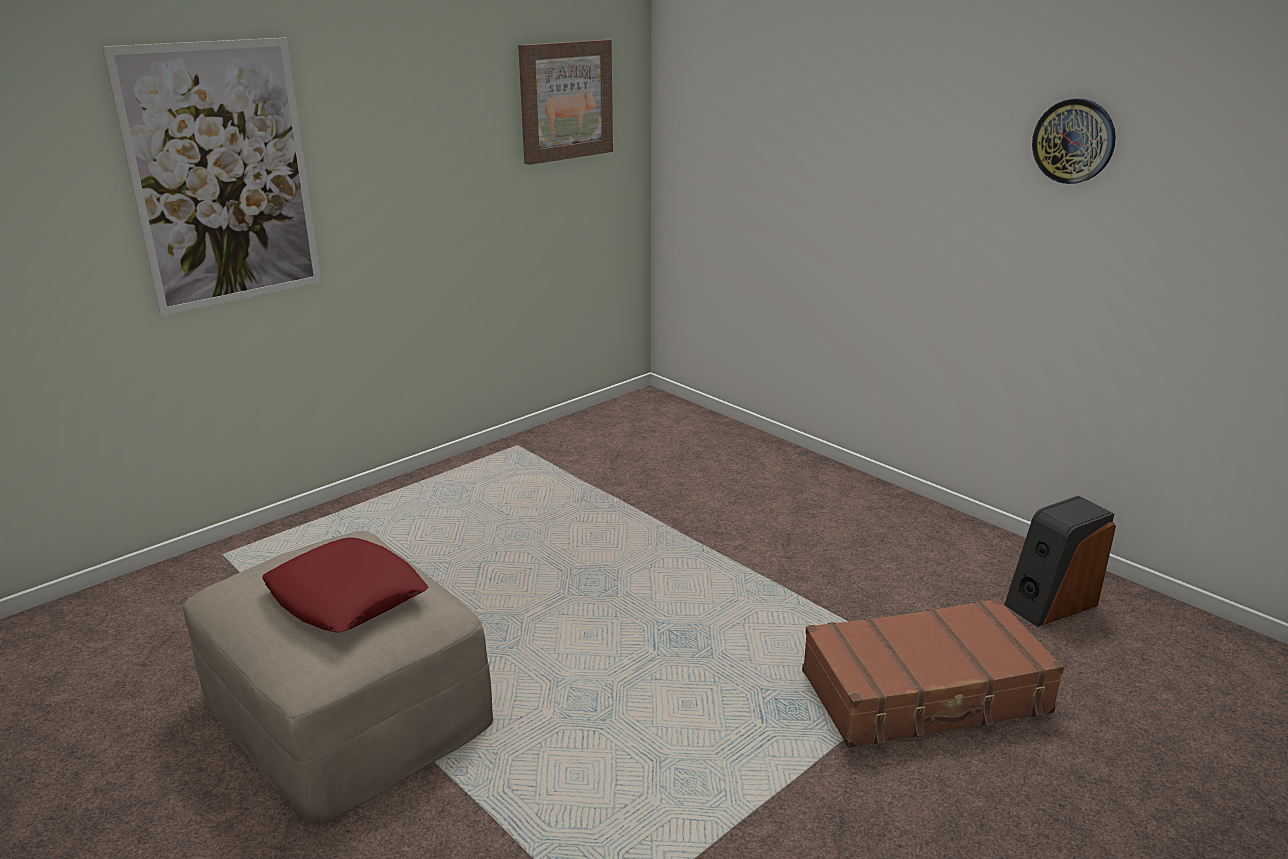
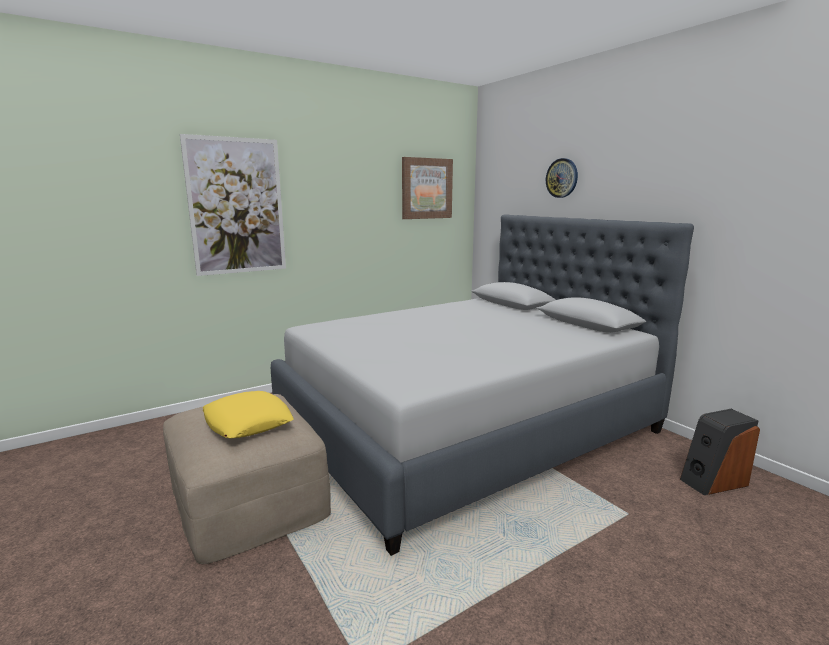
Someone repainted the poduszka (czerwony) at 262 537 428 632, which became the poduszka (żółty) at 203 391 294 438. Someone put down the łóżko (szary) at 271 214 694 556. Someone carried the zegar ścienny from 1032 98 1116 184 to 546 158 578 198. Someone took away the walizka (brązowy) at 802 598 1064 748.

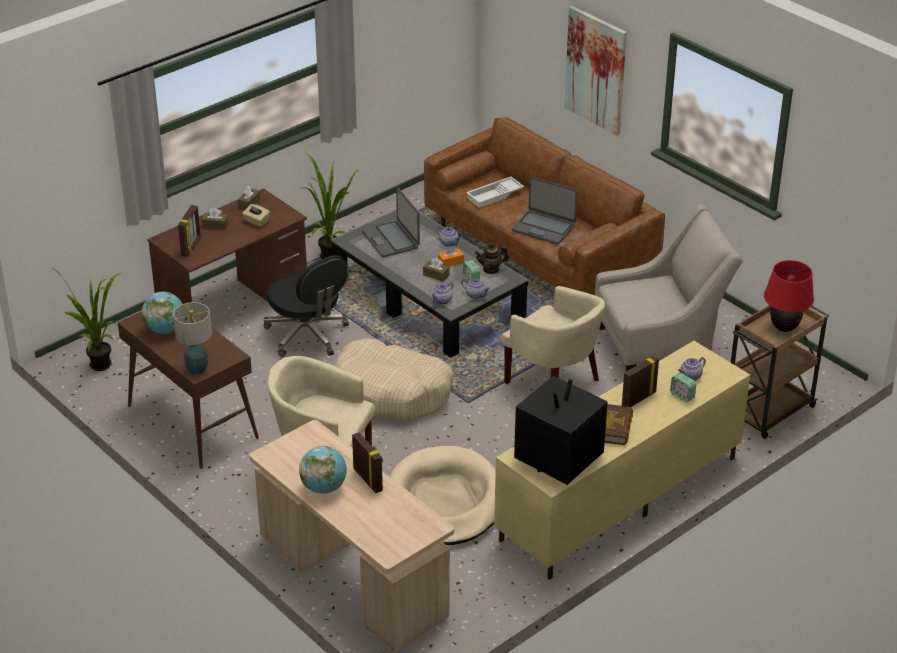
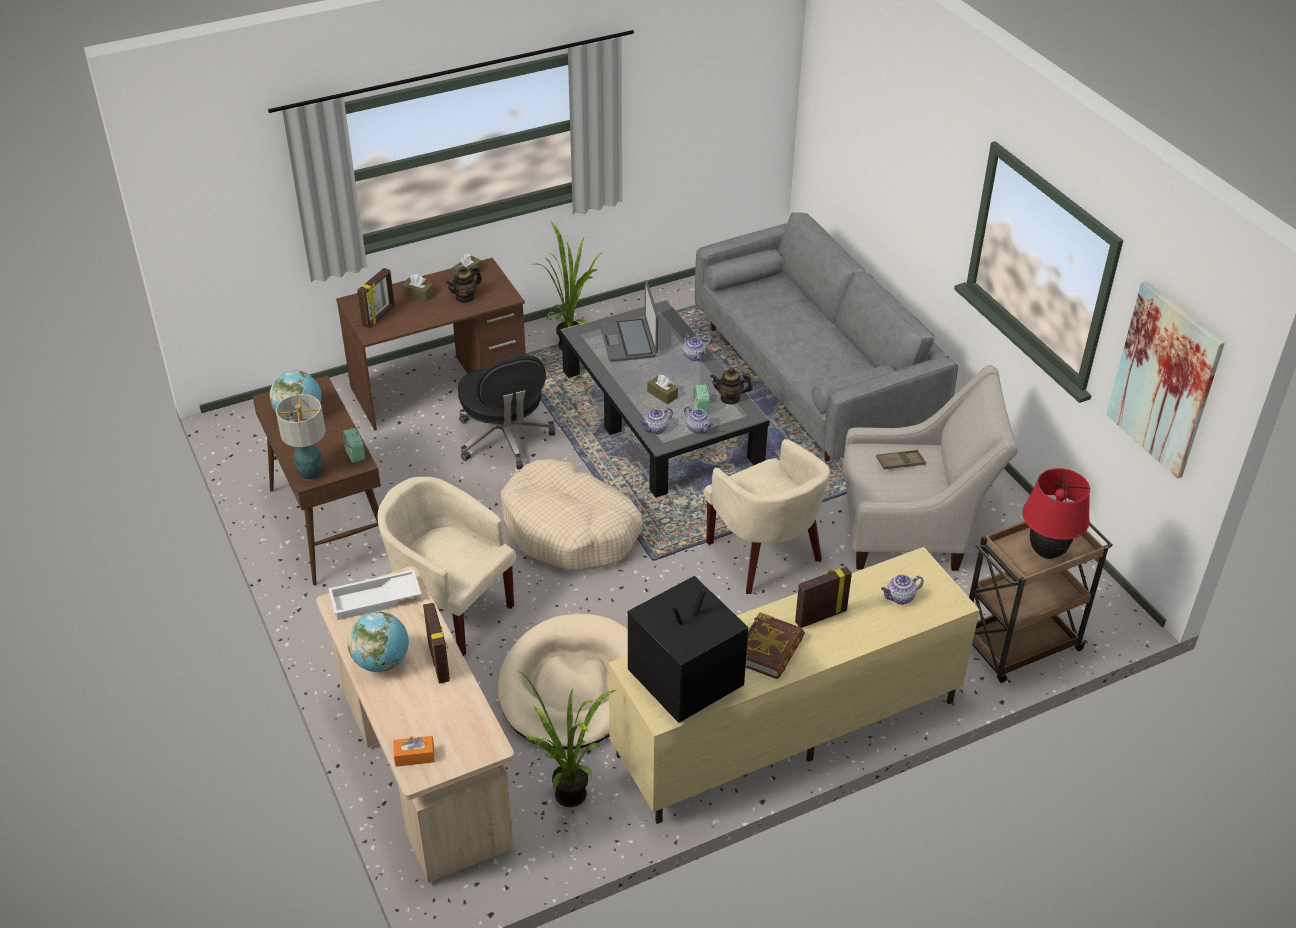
Someone carried the taca (biały) from 466 177 524 208 to 328 570 421 620. Someone carried the budzik from 670 373 696 402 to 342 428 365 463. Someone carried the pudełko chusteczek (pomarańczowy) from 438 246 464 267 to 393 736 435 767. Someone swapped the pudełko chusteczek (beżowy) at 242 204 270 227 for the imbryk at 446 265 482 303. Someone carried the roślina doniczkowa from 54 269 120 371 to 518 671 616 807. Someone repainted the kanapa (brązowy) at 424 117 665 295, which became the kanapa (szary) at 695 212 958 462. Someone put down the taca (brązowy) at 876 450 926 469. Someone carried the obraz from 564 6 627 135 to 1106 281 1225 479. Someone took away the laptop at 512 177 577 245.

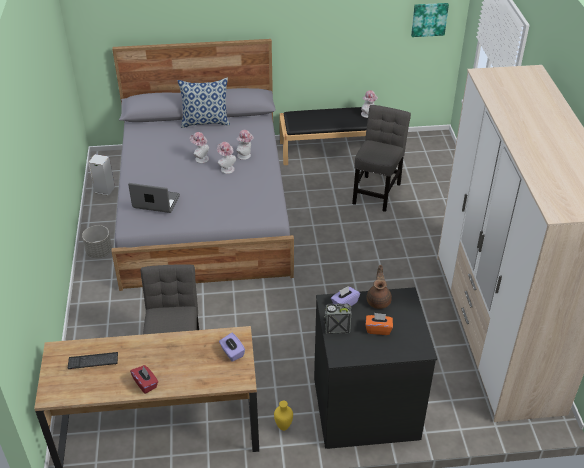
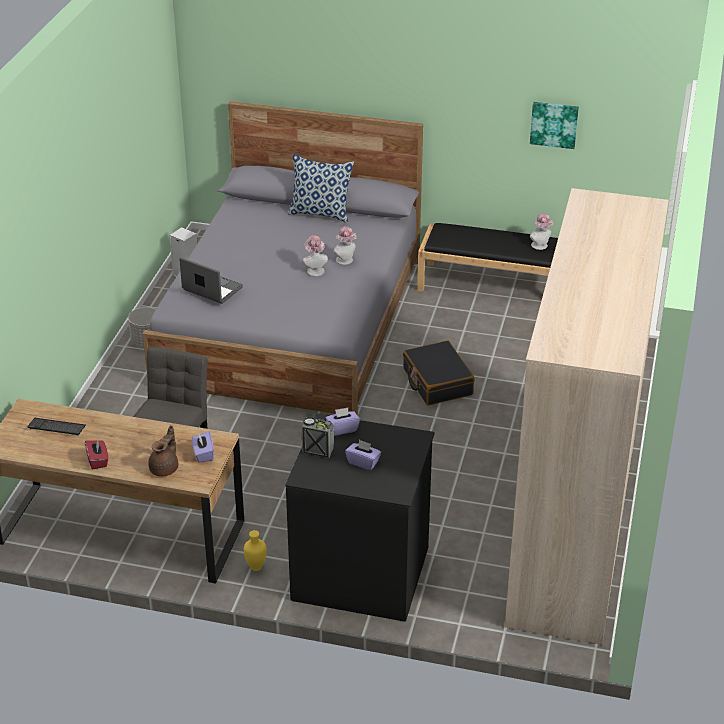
Someone carried the imbryk (brązowy) from 367 265 392 309 to 148 425 178 476. Someone repainted the pudełko chusteczek (pomarańczowy) at 365 313 393 335, which became the pudełko chusteczek (fioletowy) at 345 440 381 470. Someone put down the walizka (czarny) at 403 341 474 405. Someone carried the obraz from 411 3 449 37 to 530 102 579 149. Someone took away the kapelusz at 190 132 209 163. Someone took away the krzesło (szary) at 352 105 411 212.

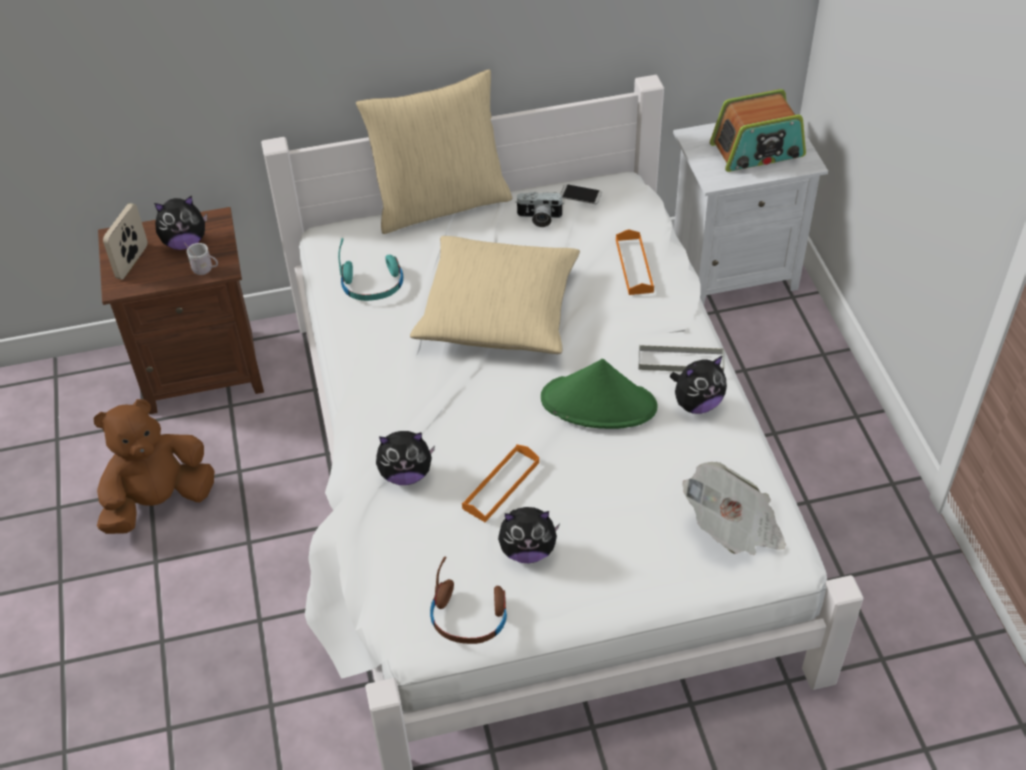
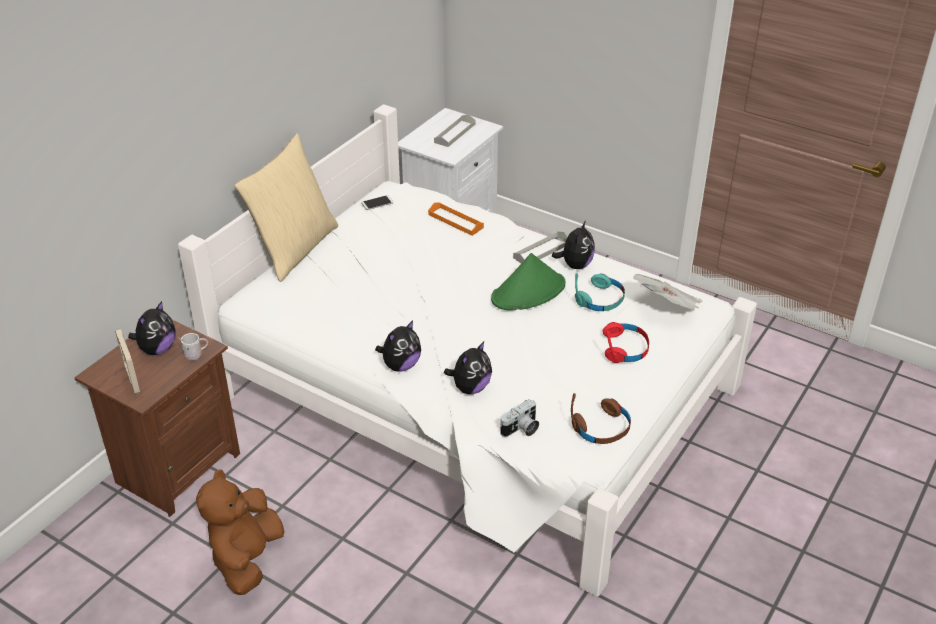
Someone carried the pluszak from 498 507 560 563 to 375 320 421 372. Someone swapped the radio at 710 89 806 172 for the taca (szary) at 434 114 475 147. Someone carried the aparat fotograficzny from 515 192 563 227 to 500 399 539 437. Someone carried the słuchawki (turkusowy) from 338 238 403 301 to 575 273 625 311. Someone put down the słuchawki (czerwony) at 603 322 649 363. Someone took away the poduszka (beżowy) at 410 236 580 354. Someone took away the taca (pomarańczowy) at 462 444 539 522.

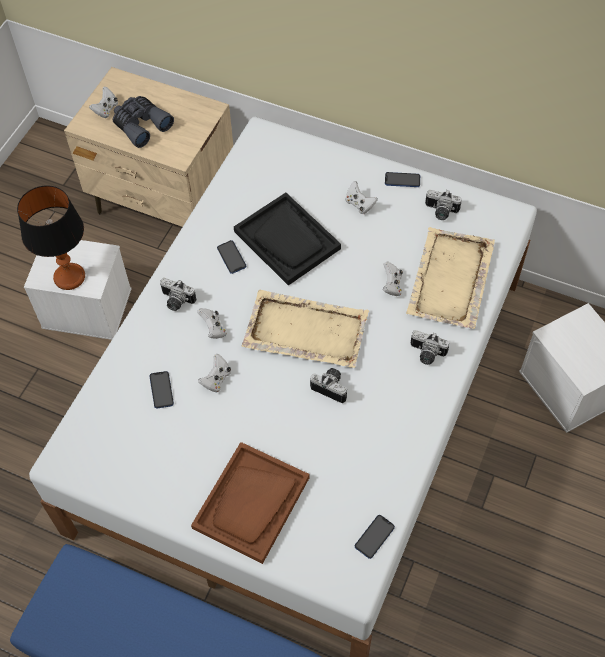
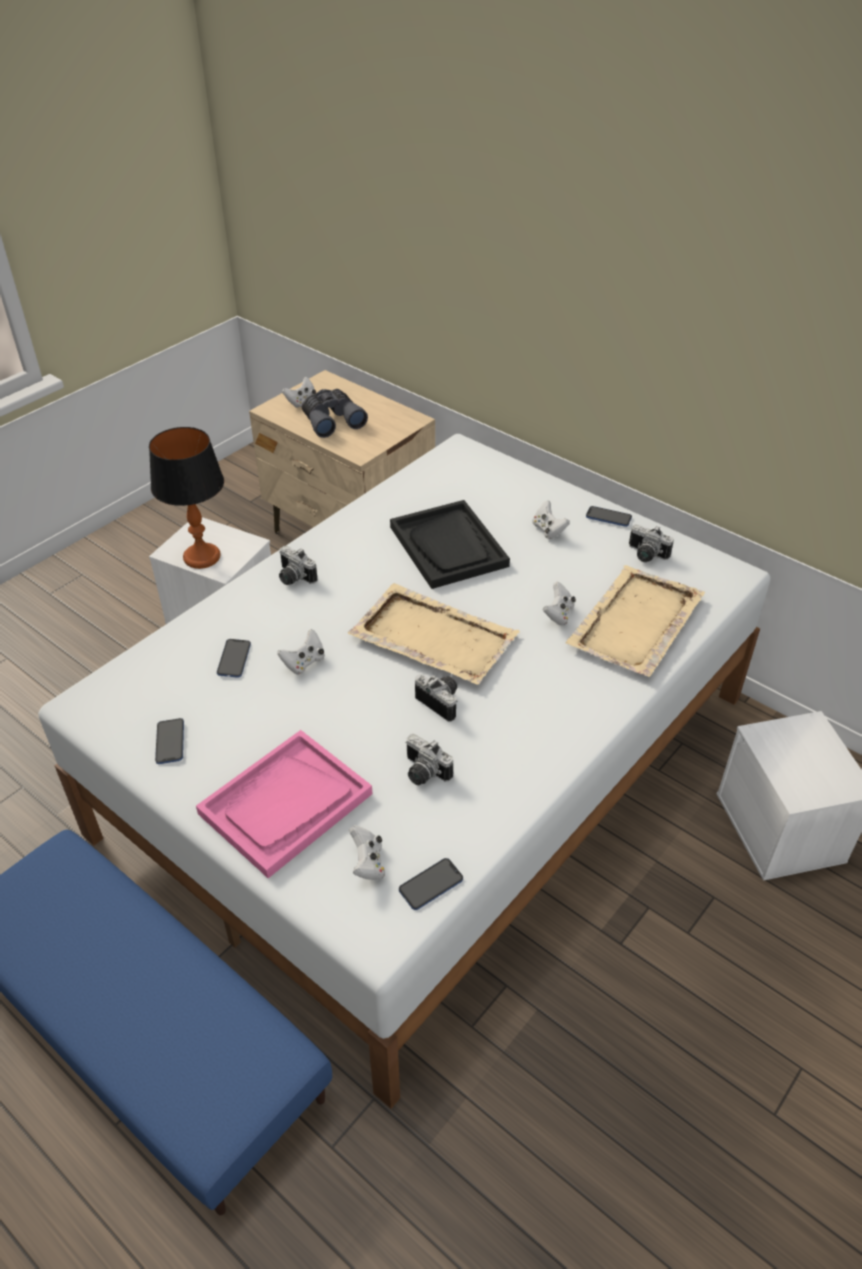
Someone carried the telefon from 217 240 246 274 to 155 718 184 764. Someone repainted the taca (brązowy) at 191 442 310 564, which became the taca (różowy) at 196 730 373 878. Someone carried the pad do gier (biały) from 197 308 227 339 to 349 825 385 880. Someone carried the aparat fotograficzny from 410 330 449 365 to 405 734 453 785.

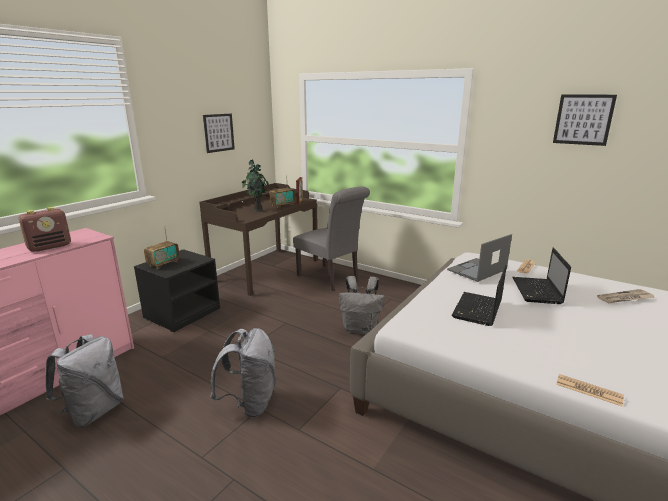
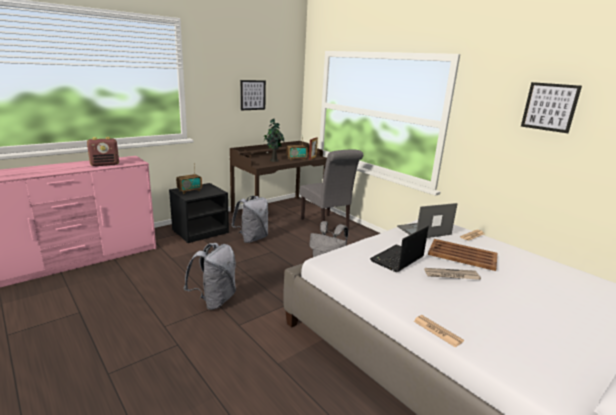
Someone carried the plecak (szary) from 46 334 124 428 to 231 196 268 243. Someone carried the gazeta from 597 289 654 303 to 424 268 481 280. Someone swapped the laptop at 512 248 571 304 for the taca (brązowy) at 428 239 497 271.

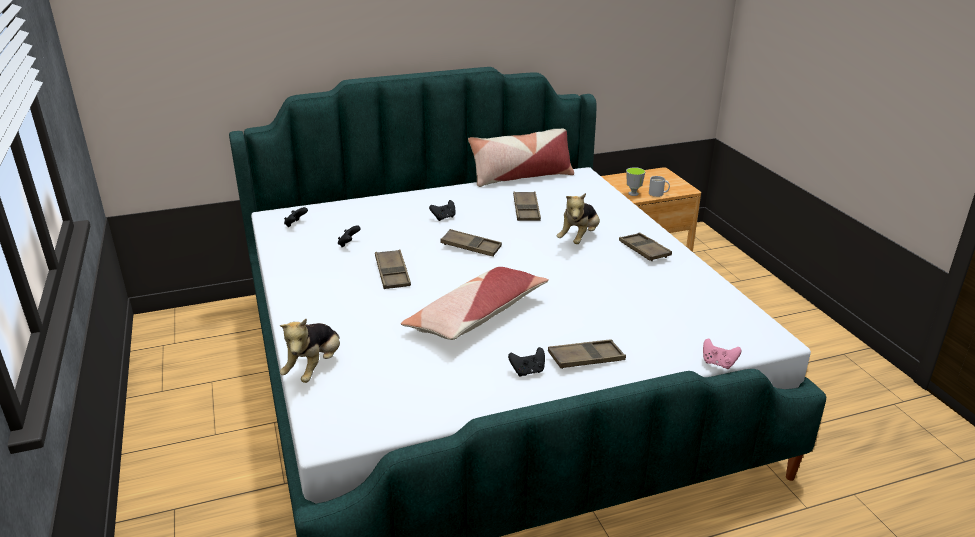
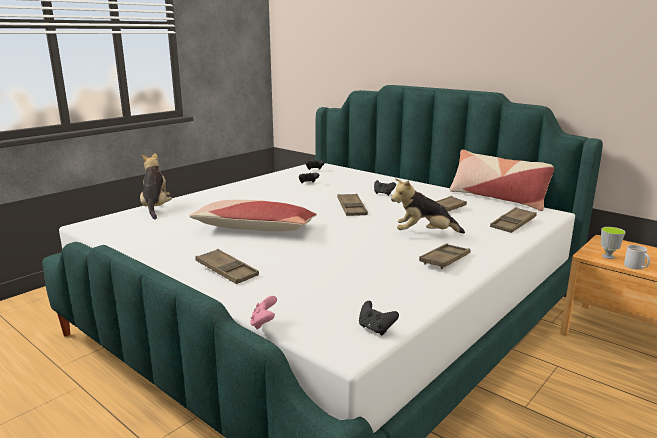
Someone rotated the pluszak at 280 319 340 383 by 90 degrees clockwise. Someone carried the pad do gier (czarny) from 508 347 545 377 to 359 301 399 335. Someone carried the taca (brązowy) from 375 249 411 289 to 490 207 537 233.

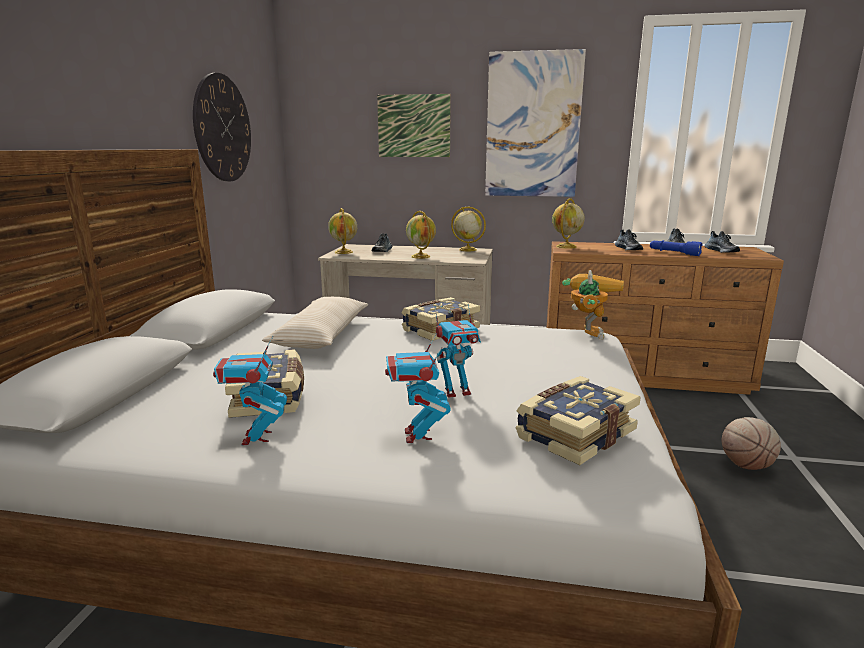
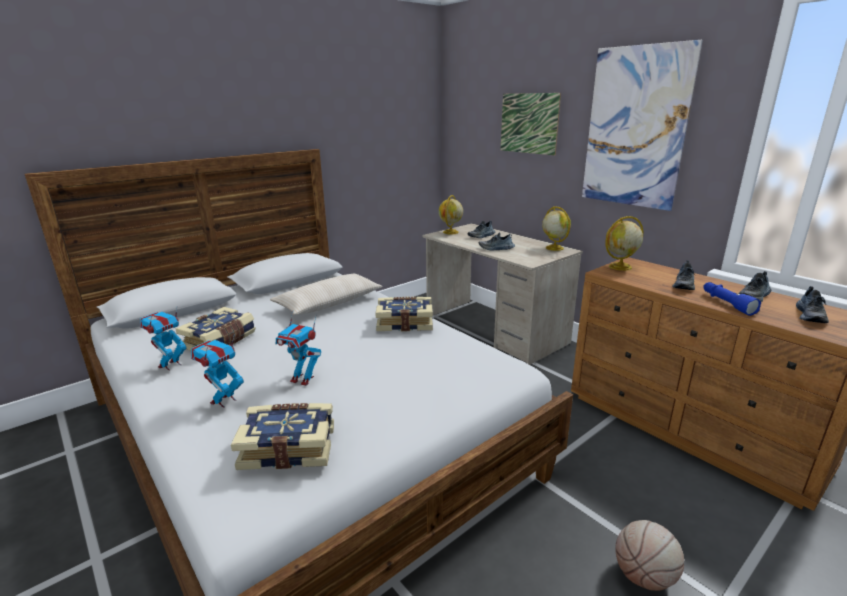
Someone swapped the globus at 406 211 436 259 for the but at 479 232 515 250. Someone took away the zegar ścienny at 193 73 251 181. Someone took away the robot zabawkowy at 562 270 624 340.

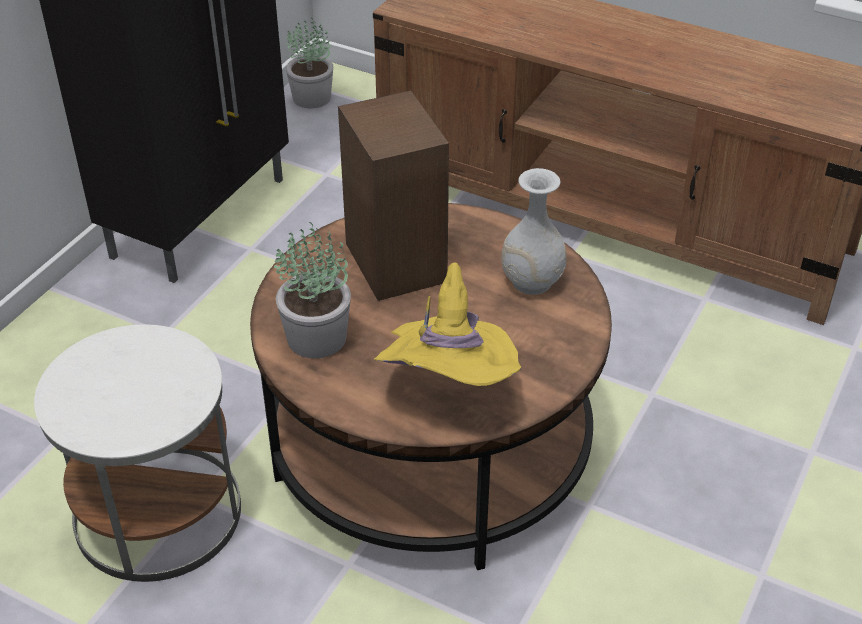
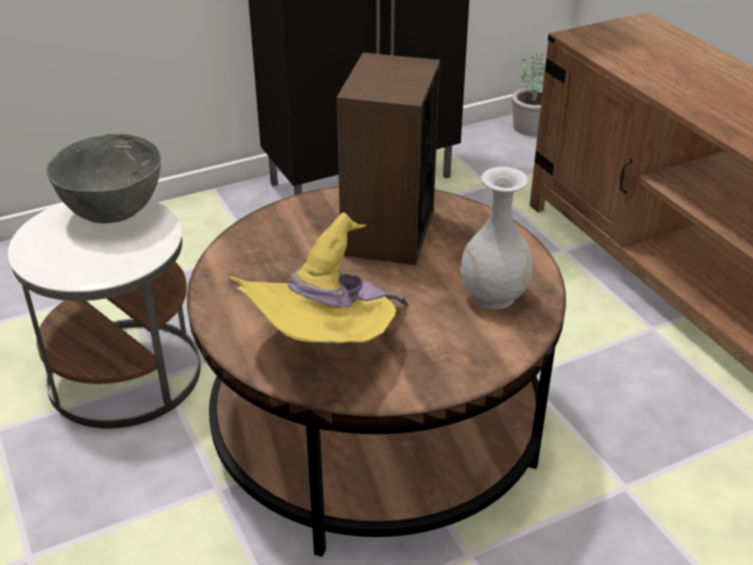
Someone put down the miska (szary) at 46 134 161 223. Someone took away the roślina doniczkowa at 274 222 351 358.

